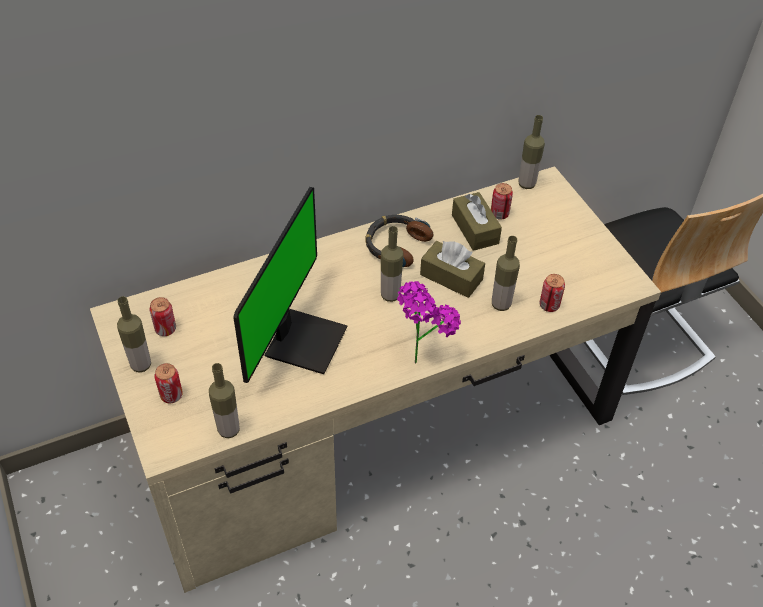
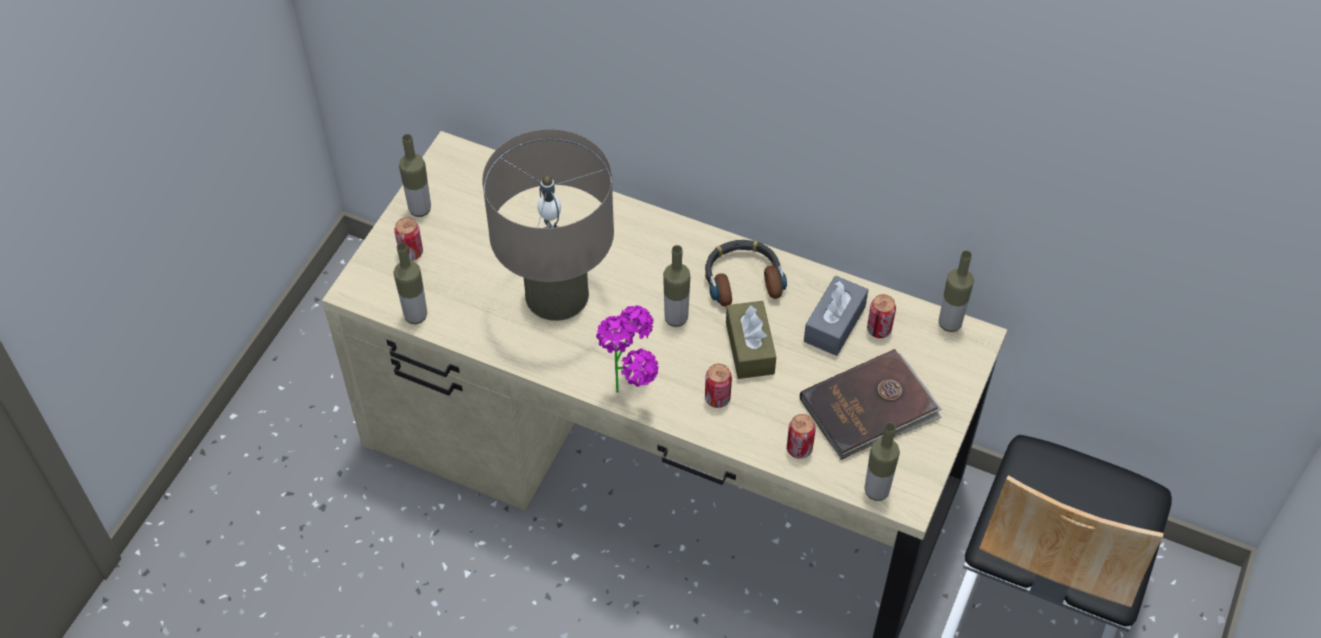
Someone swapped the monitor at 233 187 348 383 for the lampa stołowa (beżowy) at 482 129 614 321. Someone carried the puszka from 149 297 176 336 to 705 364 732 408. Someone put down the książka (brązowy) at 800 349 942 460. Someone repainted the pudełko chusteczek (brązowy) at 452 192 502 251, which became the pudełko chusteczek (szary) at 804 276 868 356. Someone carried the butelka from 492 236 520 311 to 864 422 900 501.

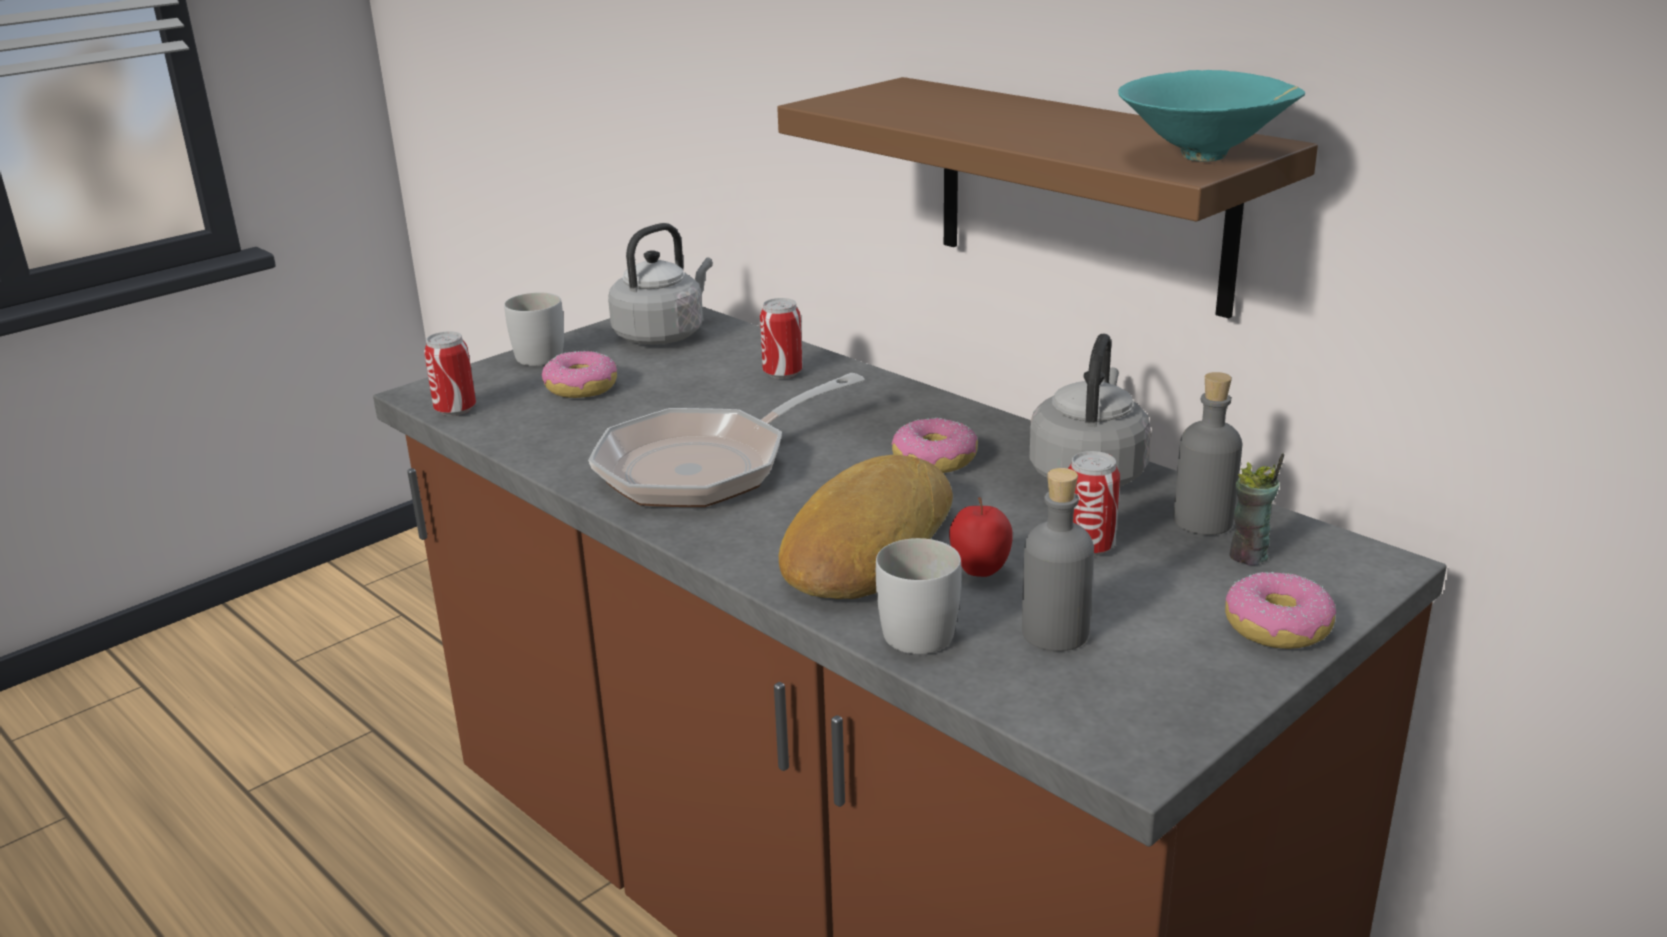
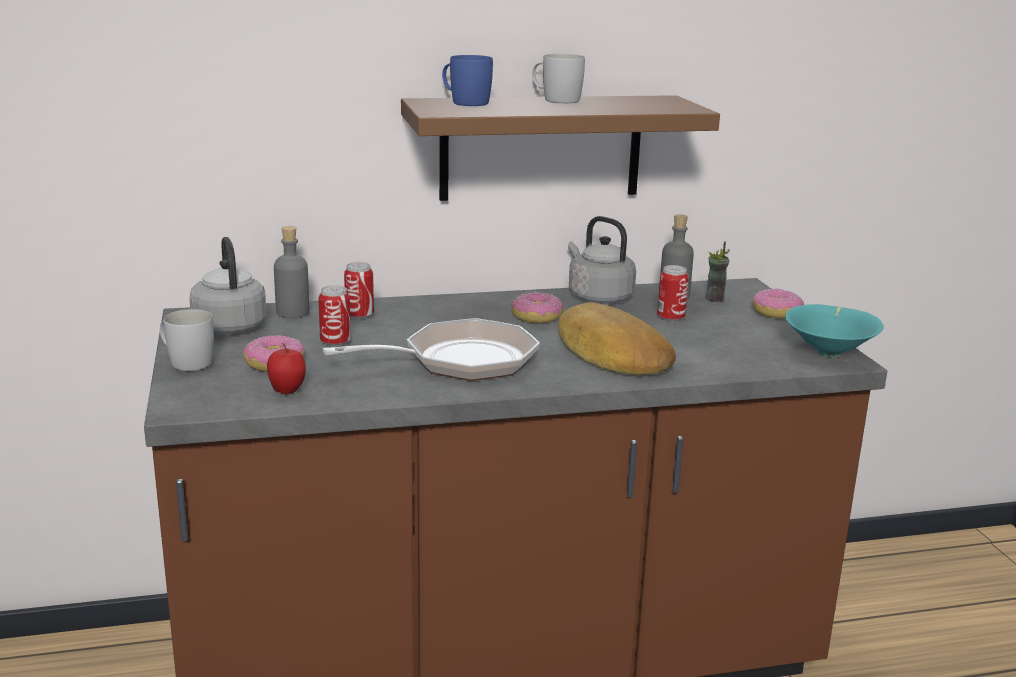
Someone carried the jabłko from 949 497 1013 577 to 267 343 306 394. Someone carried the butelka (szary) from 1022 468 1094 651 to 274 226 309 318. Someone carried the puszka from 424 331 476 416 to 318 285 351 347. Someone rotated the patelnia at 588 373 865 507 by 105 degrees counterclockwise. Someone put down the kubek (niebieski) at 442 55 493 106. Someone carried the kubek (biały) from 876 538 961 654 to 532 54 585 104. Someone carried the miska (turkusowy) from 1118 70 1305 162 to 785 304 884 358.

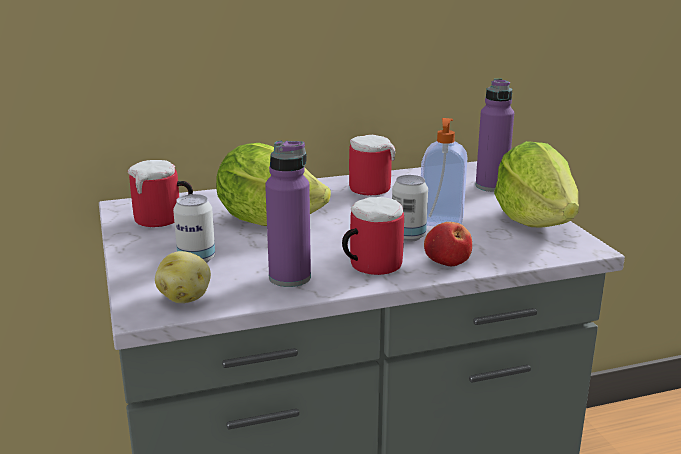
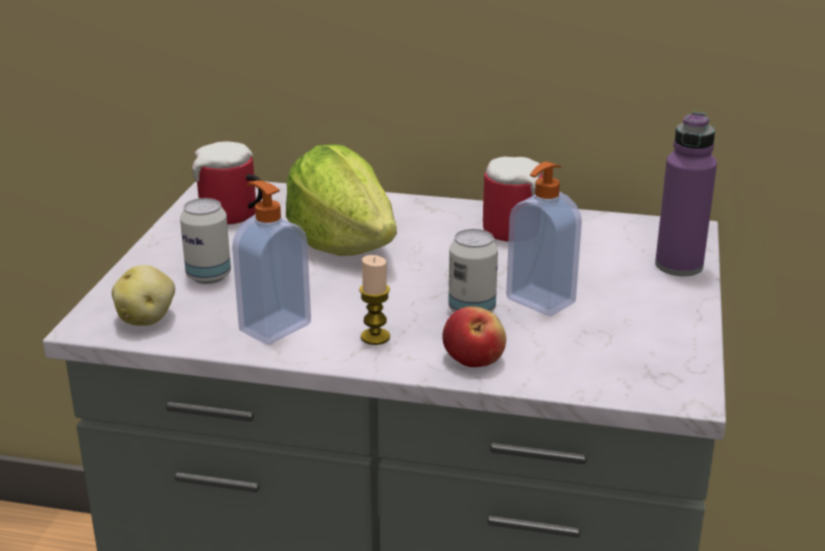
Someone swapped the butelka (fioletowy) at 265 140 311 287 for the dozownik mydła at 232 180 311 345. Someone swapped the kubek at 342 197 404 275 for the świeca at 359 255 390 345. Someone took away the sałata at 494 141 579 228.

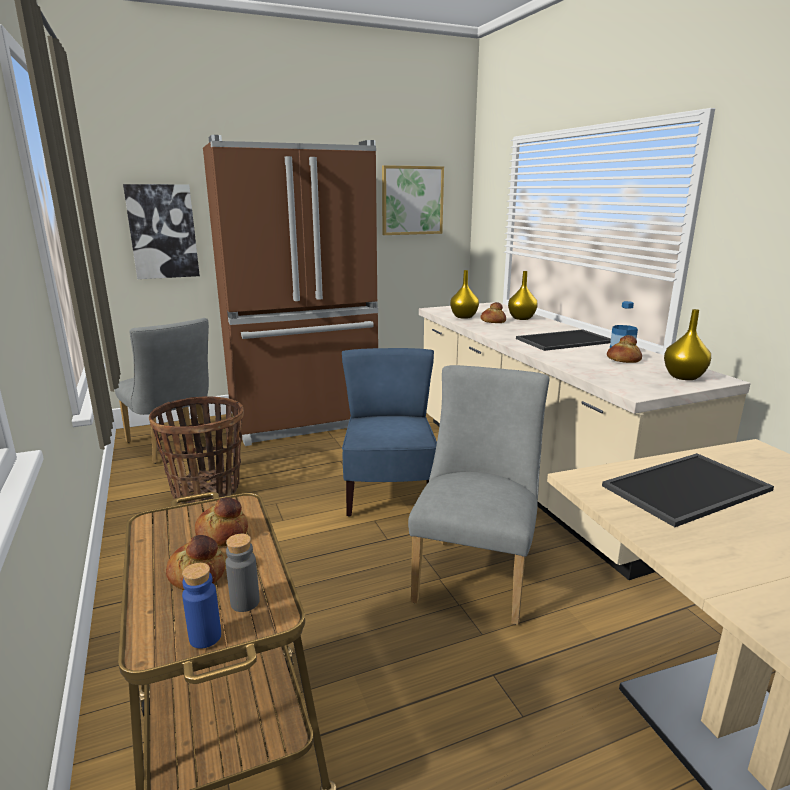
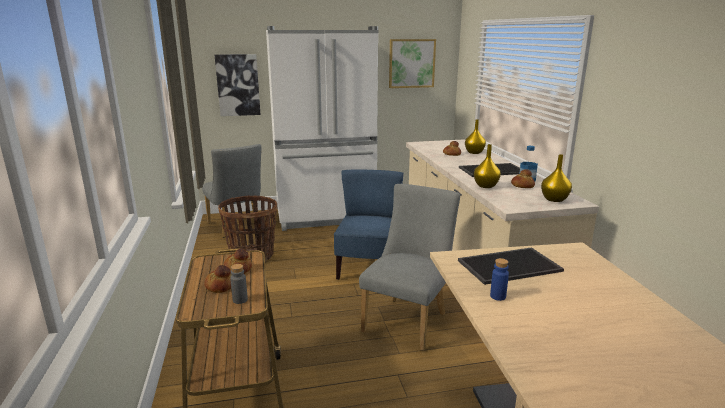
Someone repainted the lodówka (brązowy) at 203 135 378 446, which became the lodówka (biały) at 266 26 378 231. Someone carried the wazon (żółty) from 450 270 479 319 to 474 144 501 188. Someone carried the butelka (niebieski) from 182 563 221 649 to 490 258 509 301.

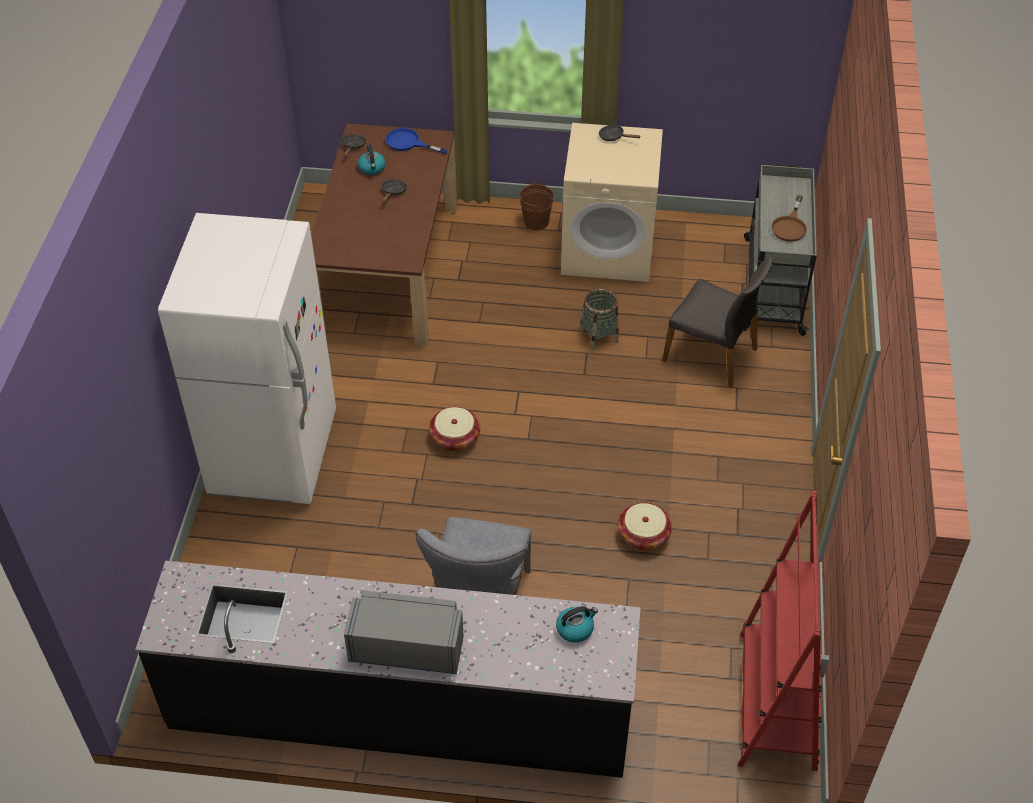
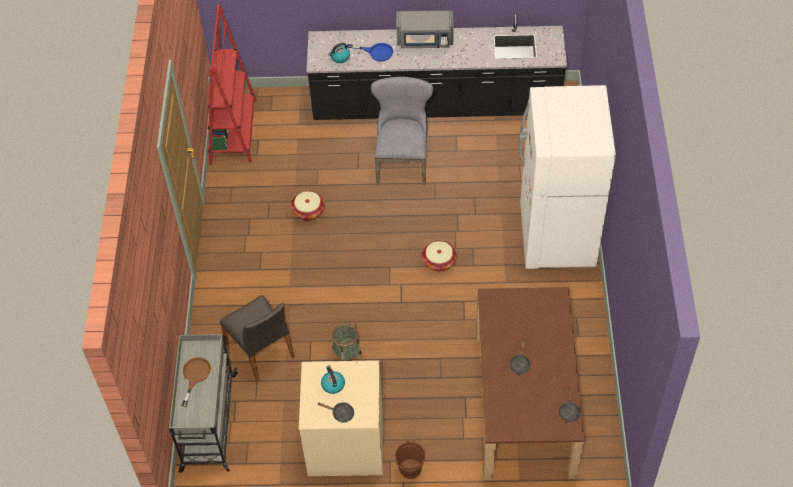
Someone rotated the krzesło (szary) at 662 256 773 387 by 150 degrees counterclockwise. Someone carried the czajnik from 358 144 386 175 to 321 366 345 394. Someone carried the patelnia (niebieski) from 385 128 448 154 to 347 43 393 62.

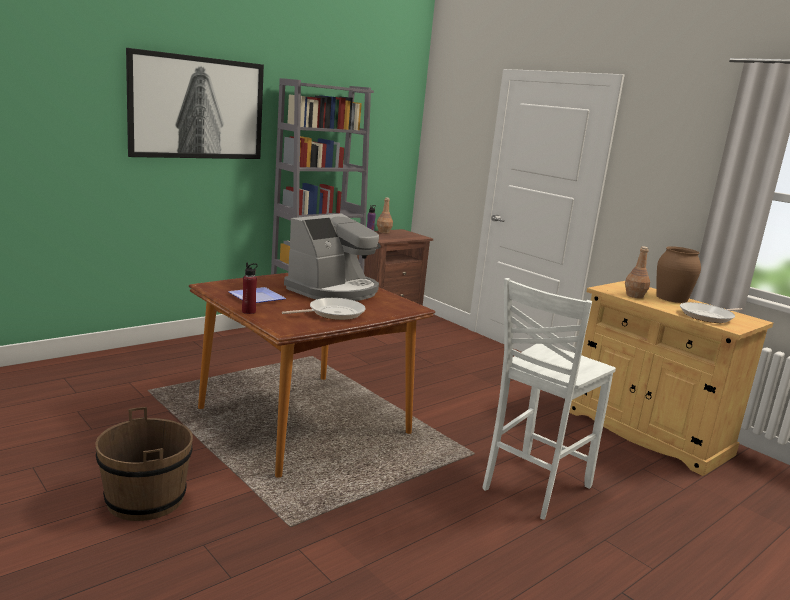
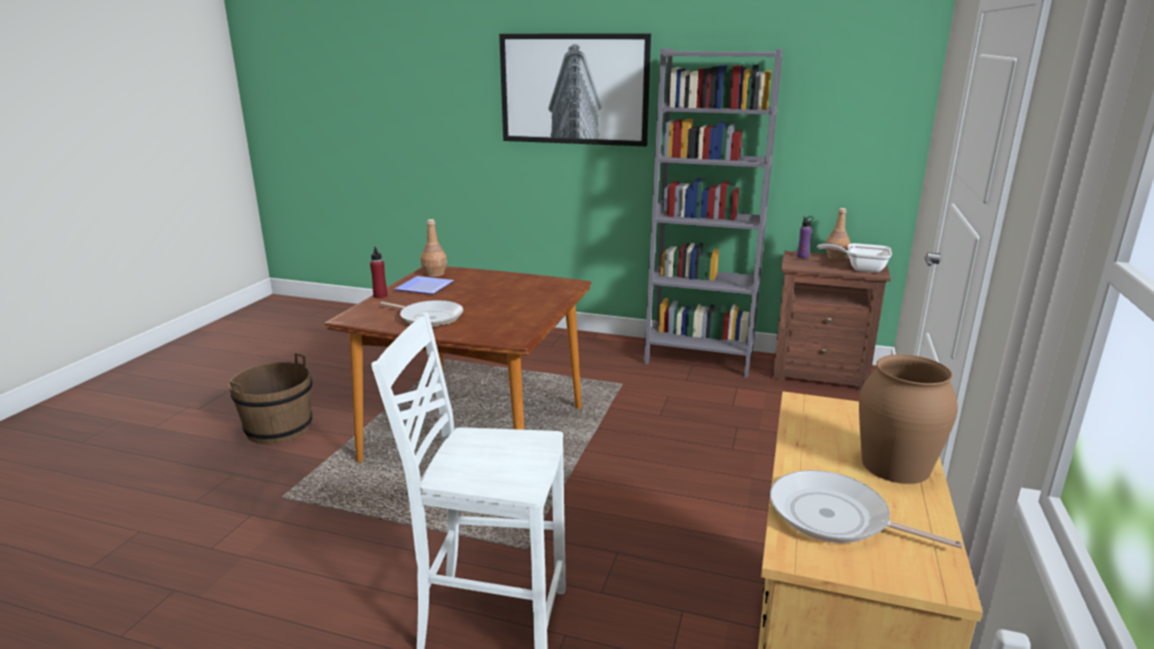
Someone carried the butelka (brązowy) from 625 246 650 298 to 420 219 447 277. Someone put down the patelnia at 817 243 892 273. Someone took away the ekspres do kawy at 284 213 381 301.

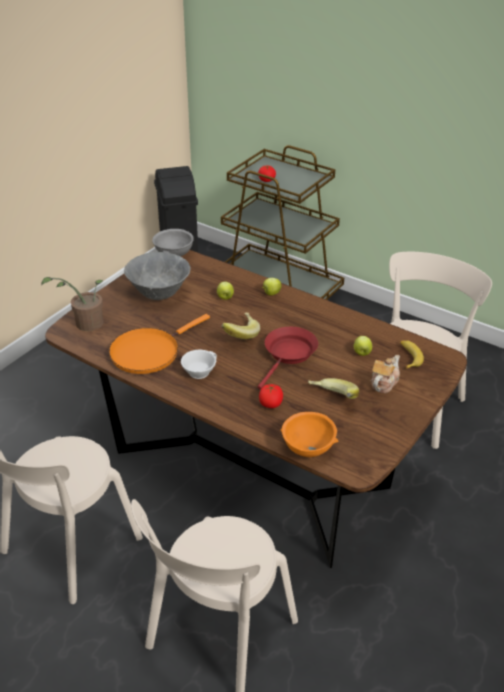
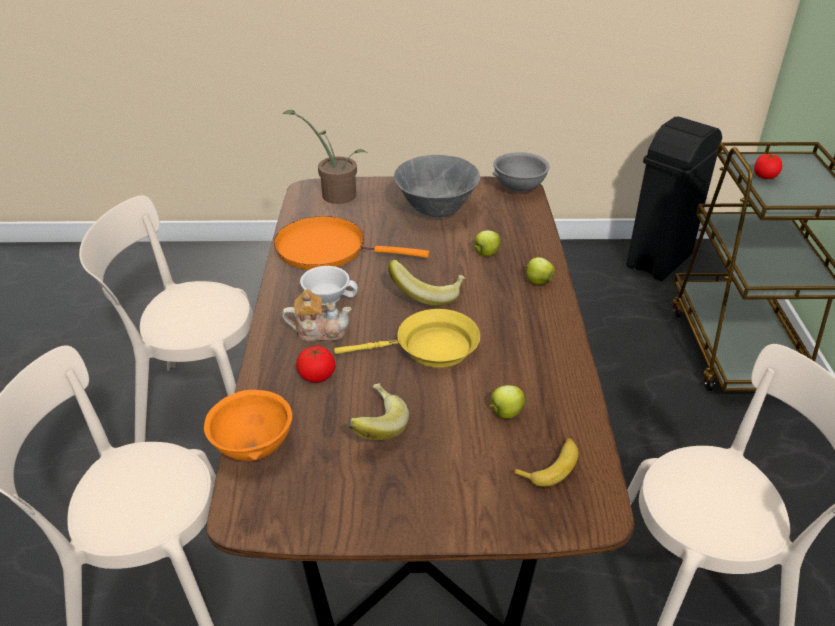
Someone carried the imbryk from 371 355 400 393 to 282 289 352 341. Someone repainted the patelnia (czerwony) at 258 327 318 389, which became the patelnia (żółty) at 334 309 480 368.

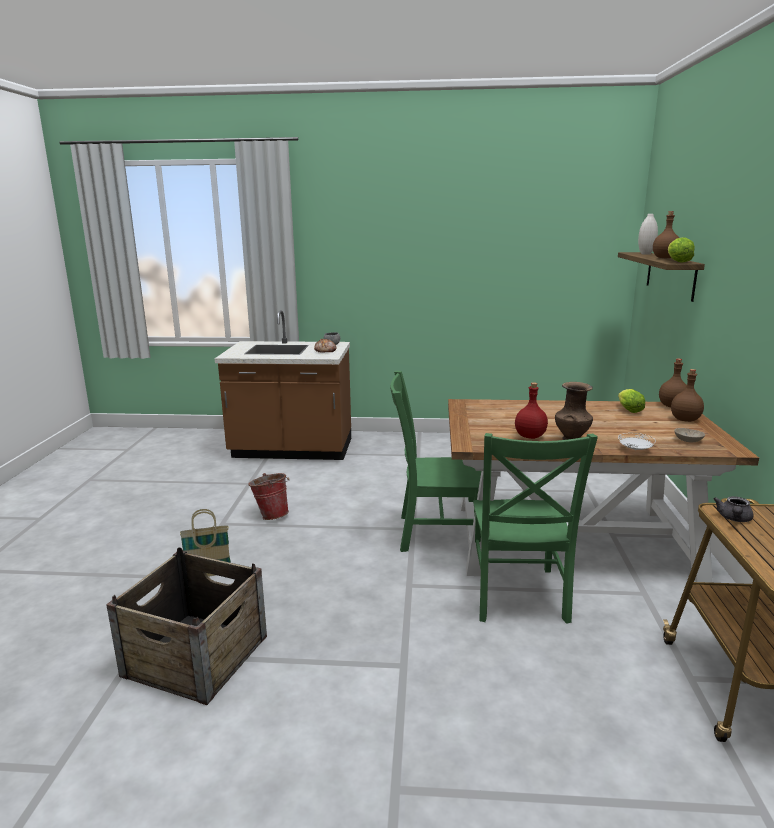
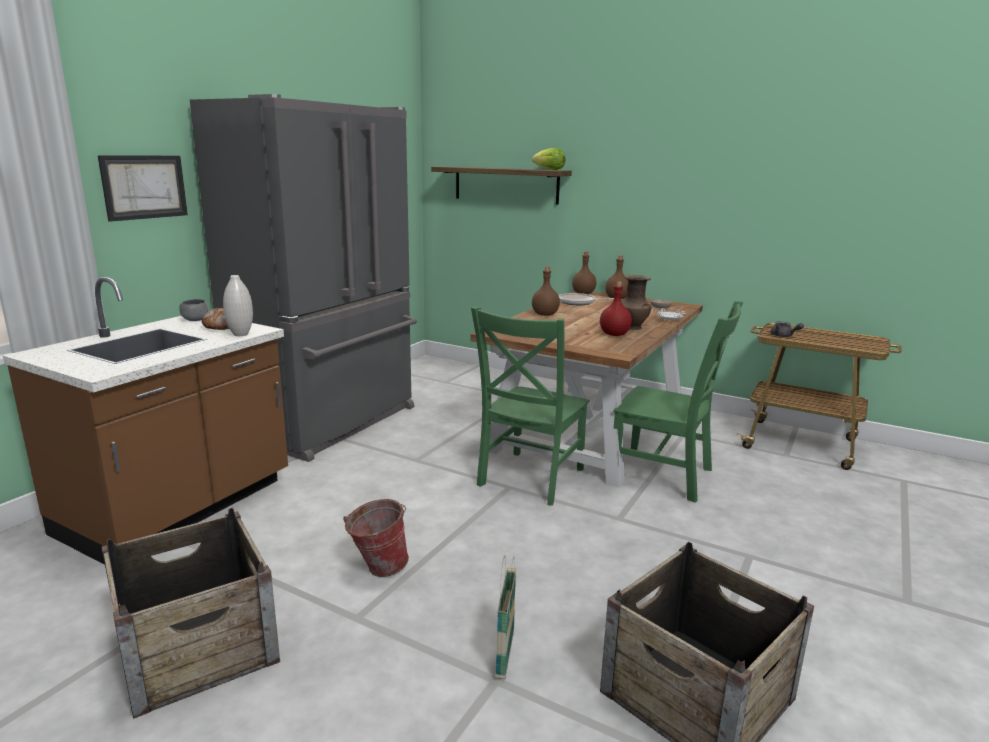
Someone put up the obraz at 98 155 188 222. Someone put down the skrzynka at 102 508 280 719. Someone put down the lodówka (szary) at 190 94 417 462. Someone carried the wazon (biały) from 638 214 658 255 to 223 275 253 336. Someone carried the butelka (brązowy) from 653 211 679 258 to 532 267 560 316. Someone swapped the sałata at 618 389 645 413 for the patelnia at 559 293 614 305.

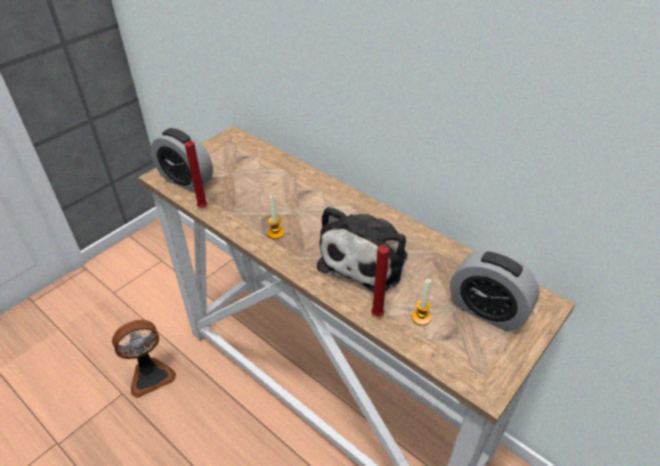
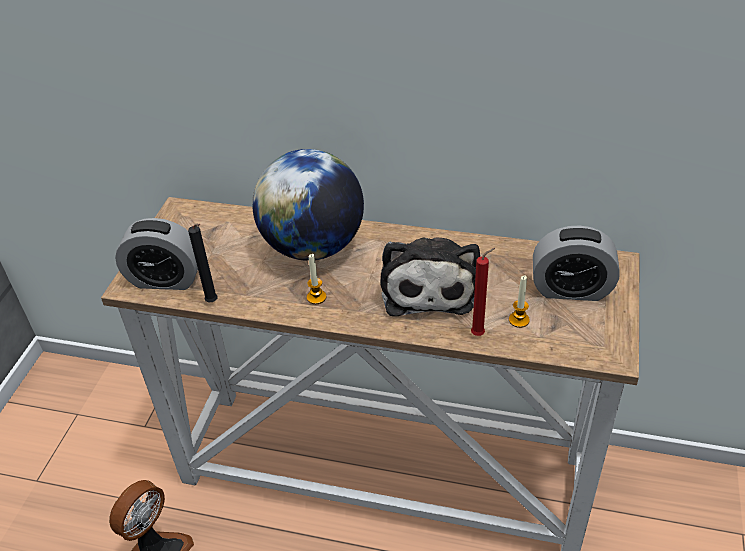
Someone repainted the świeca (czerwony) at 185 139 207 208, which became the świeca (czarny) at 188 224 218 302. Someone put down the globus at 252 149 364 261.

